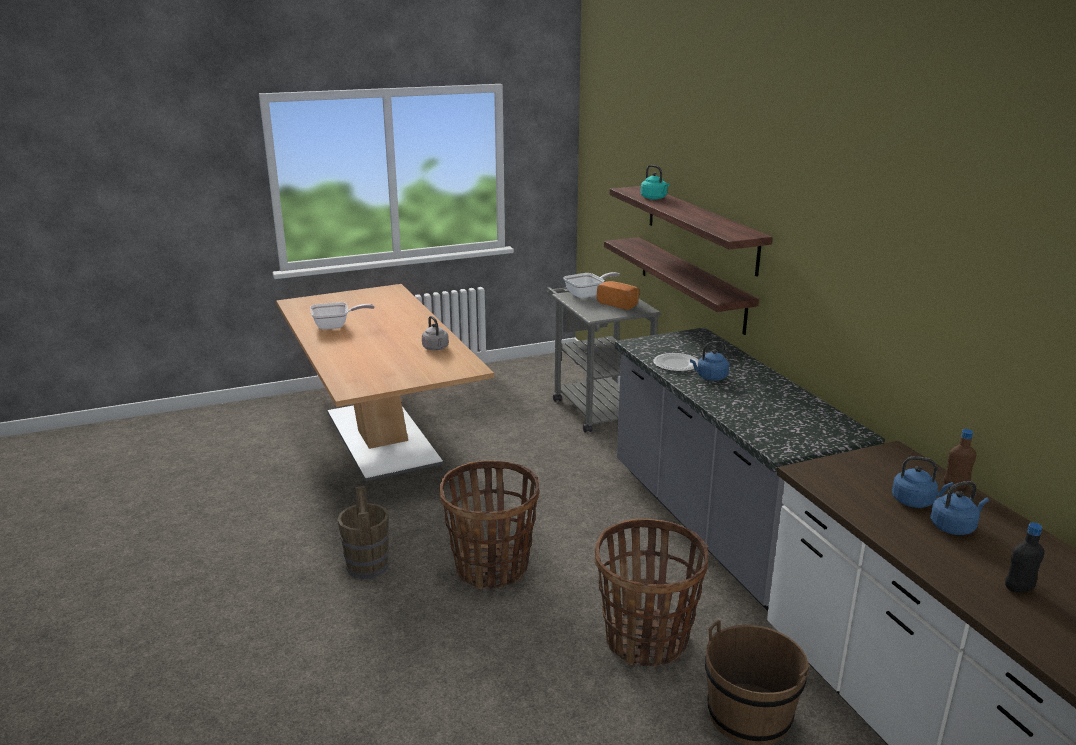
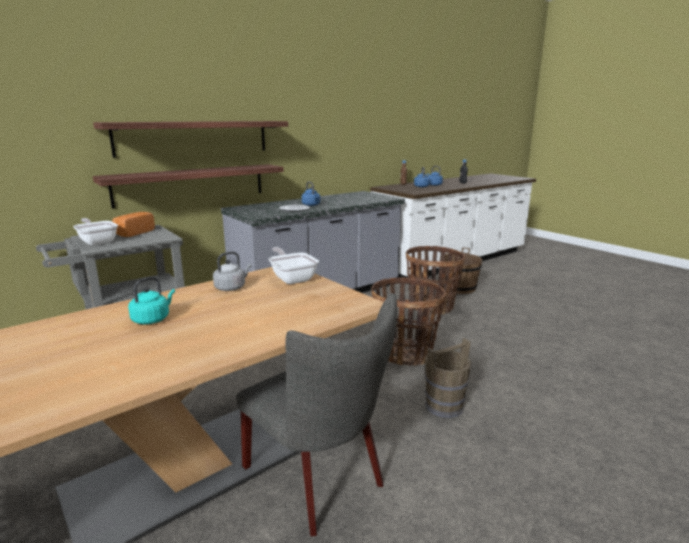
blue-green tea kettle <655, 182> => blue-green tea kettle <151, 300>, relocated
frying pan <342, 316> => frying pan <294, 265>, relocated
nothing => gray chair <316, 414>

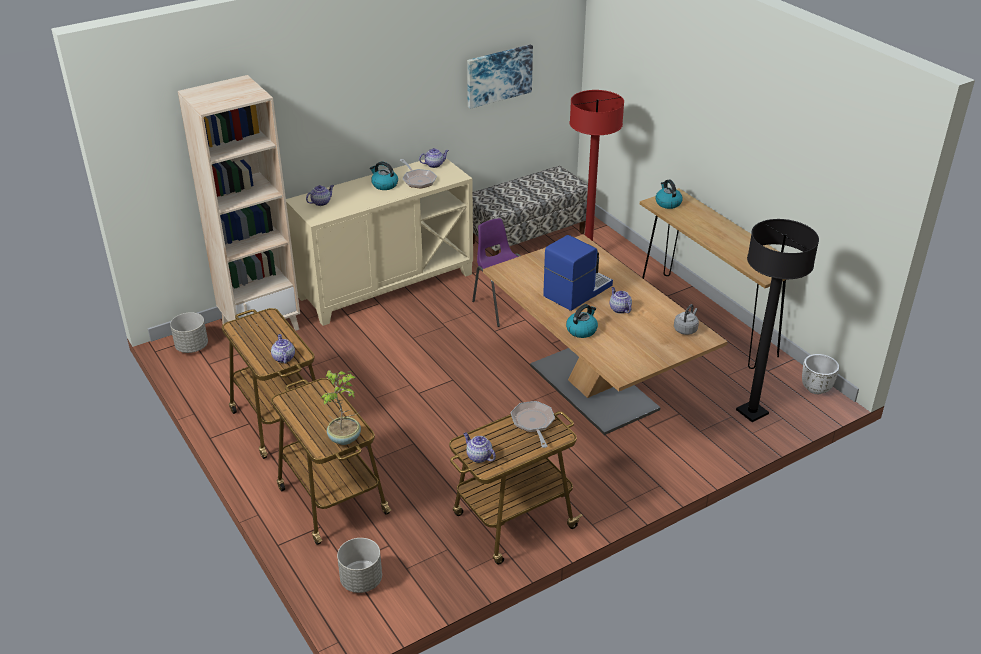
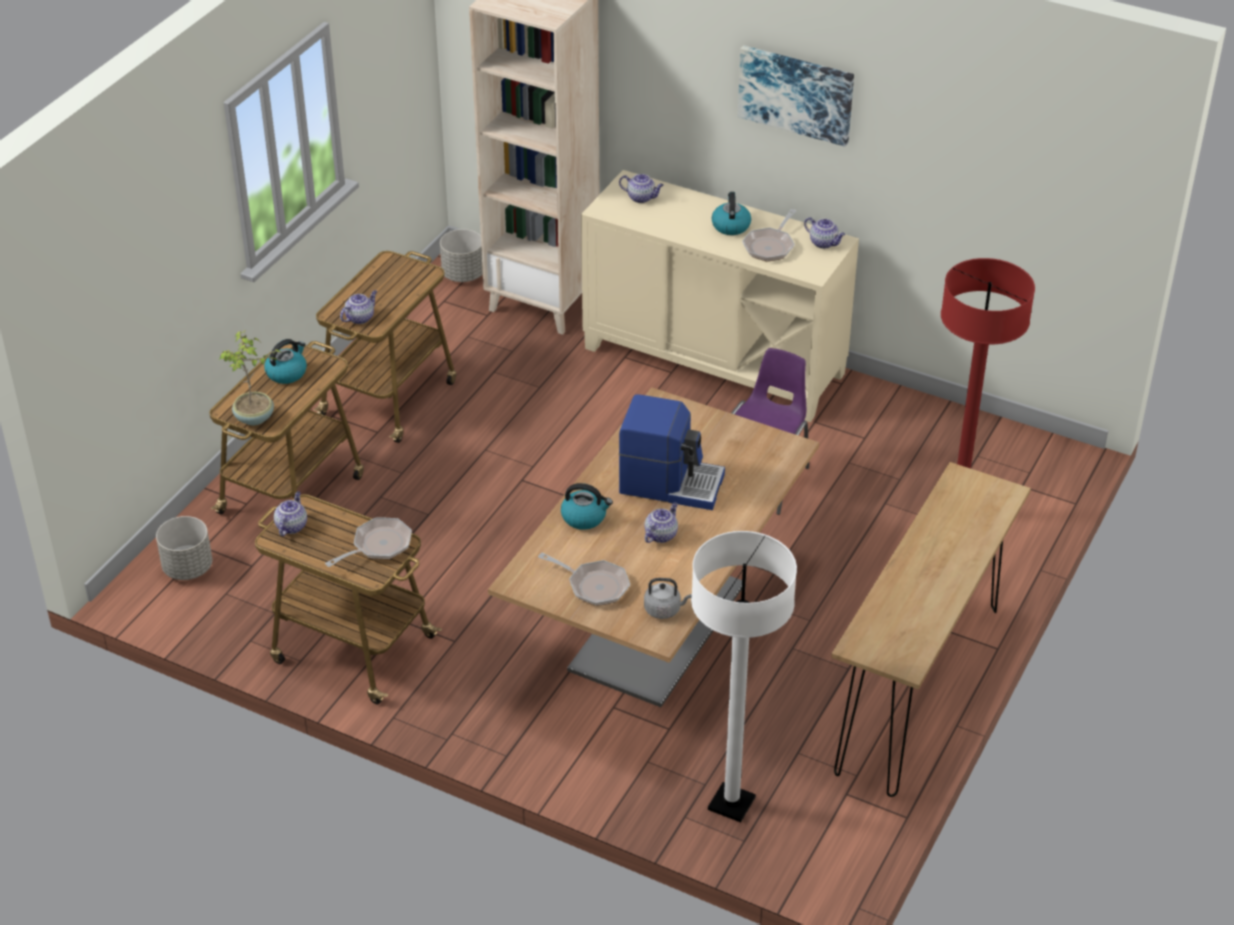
wall art <500, 77> => wall art <796, 96>, relocated
indoor bench <530, 211> => nothing
tea kettle <669, 194> => tea kettle <285, 361>, relocated
black standing lamp <777, 320> => whitish standing lamp <744, 676>
whitish planter <820, 374> => nothing
nothing => frying pan <584, 579>

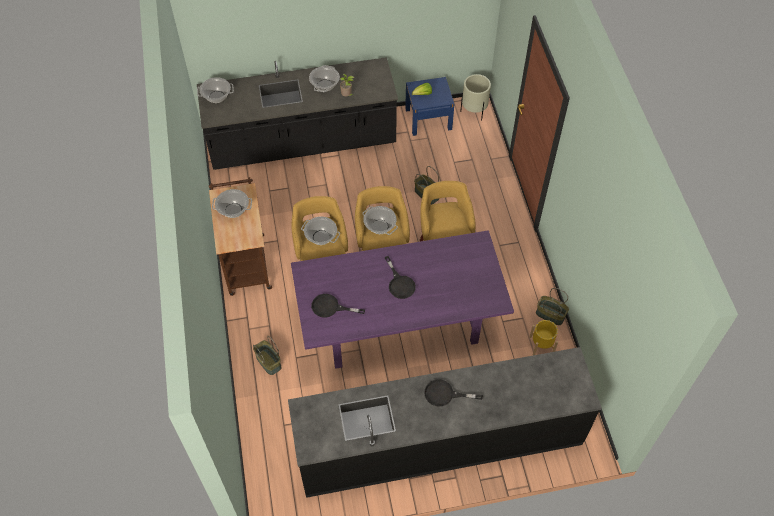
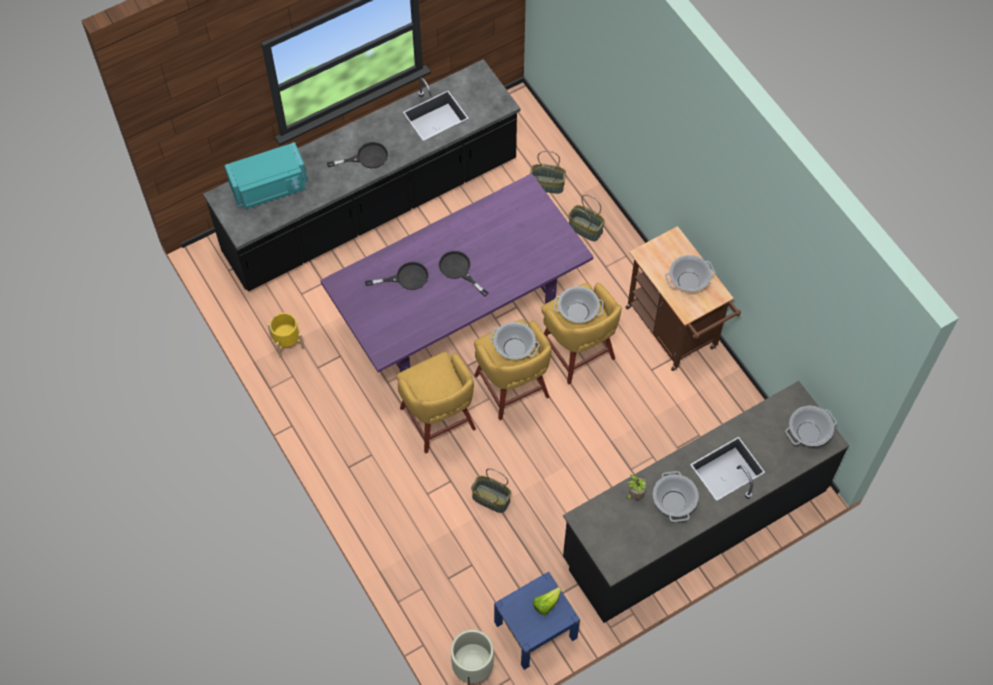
basket <552, 306> => basket <548, 172>, relocated
black frying pan <338, 306> => black frying pan <397, 276>, relocated
nothing => blue-green microwave <266, 175>

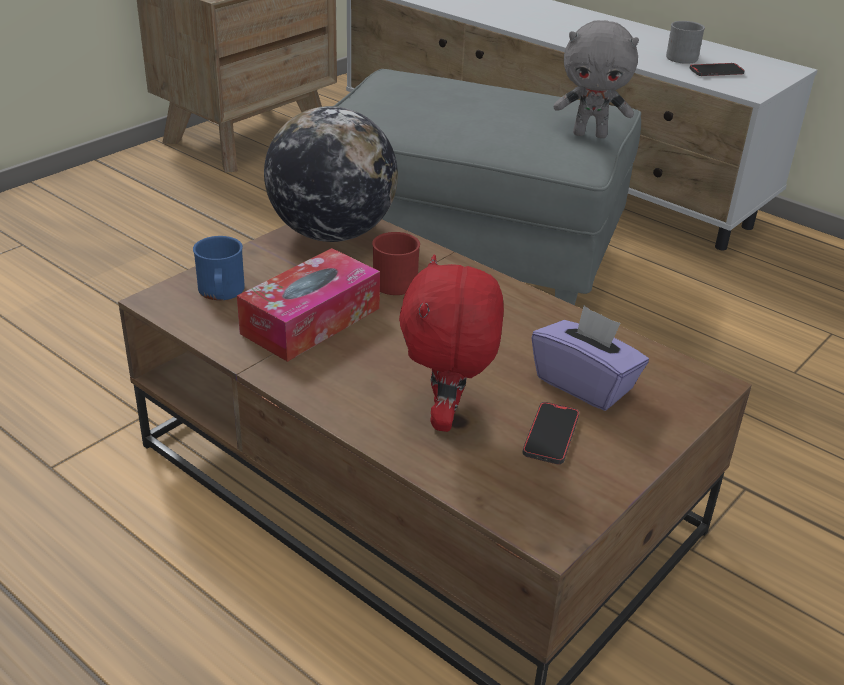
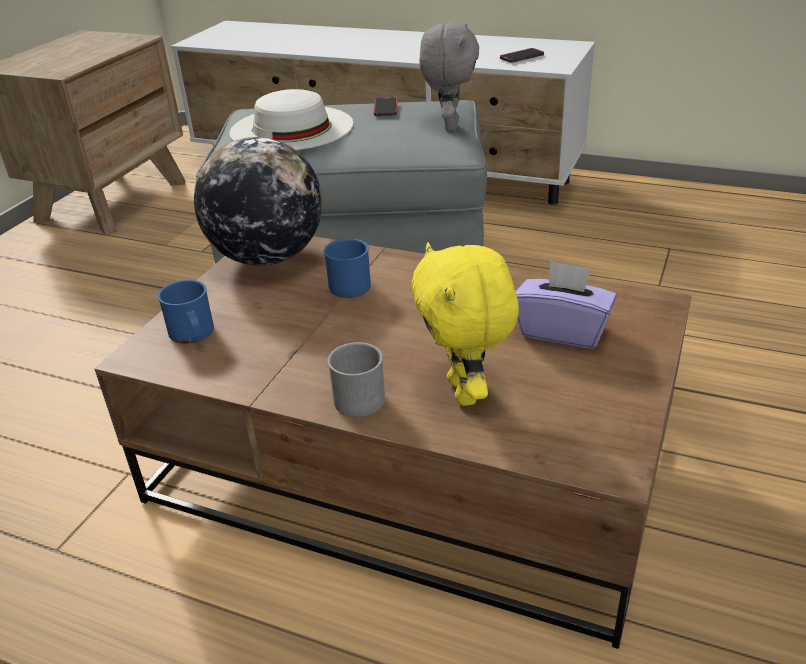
gray cuddly toy <596, 79> => gray cuddly toy <449, 77>, 75 degrees counterclockwise
gray tea mug <685, 42> => gray tea mug <356, 379>, relocated
red-coloured tea mug <396, 263> => blue tea mug <347, 268>
tissue holder <308, 305> => nothing
red-coloured cuddly toy <451, 343> => yellow cuddly toy <465, 324>
handset <551, 433> => handset <385, 106>, relocated
nothing => whitish hat <291, 119>

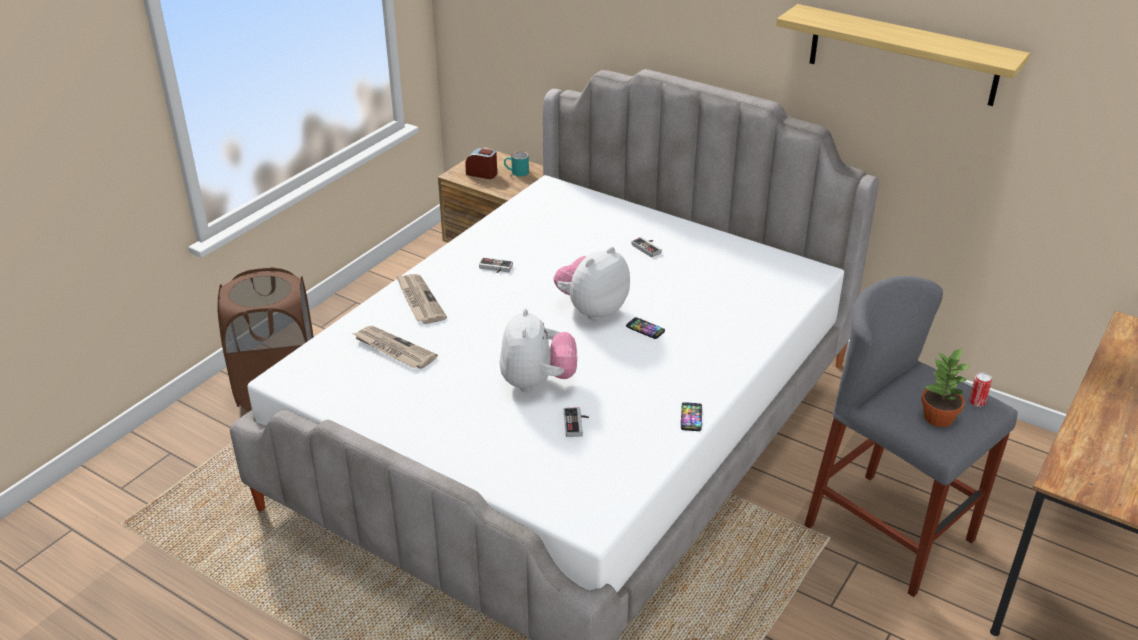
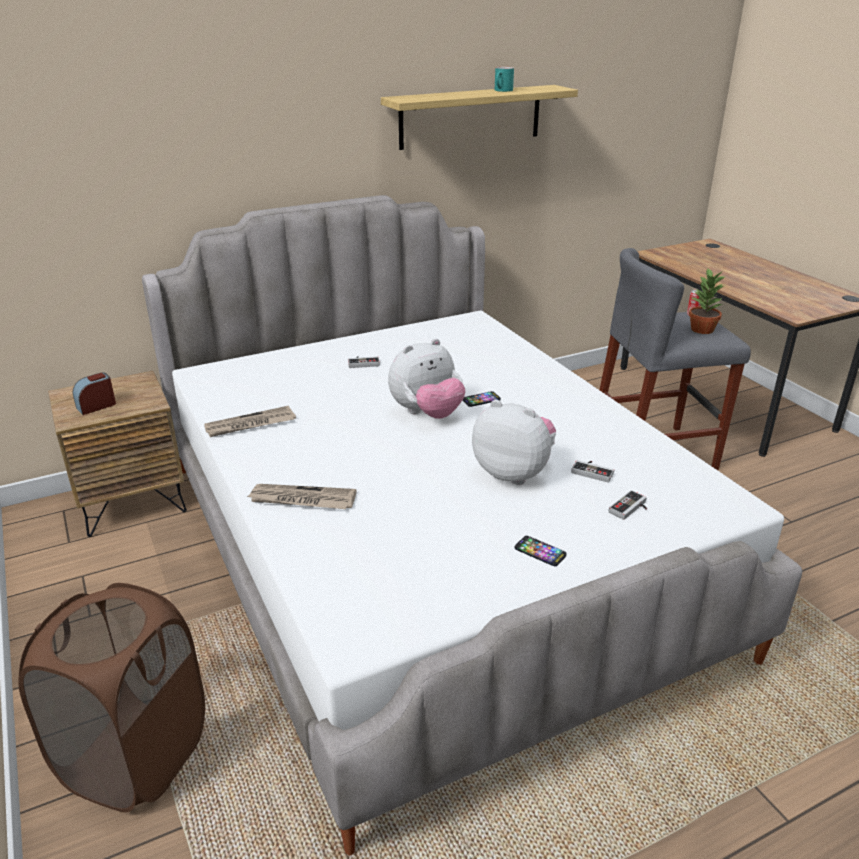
blue-green tea mug <516, 163> => blue-green tea mug <504, 79>, relocated
cuddly toy <591, 284> => cuddly toy <426, 379>, 105 degrees counterclockwise
joypad <496, 265> => joypad <628, 505>, relocated
printed paper <396, 347> => printed paper <250, 421>, relocated
handset <691, 416> => handset <541, 551>, relocated

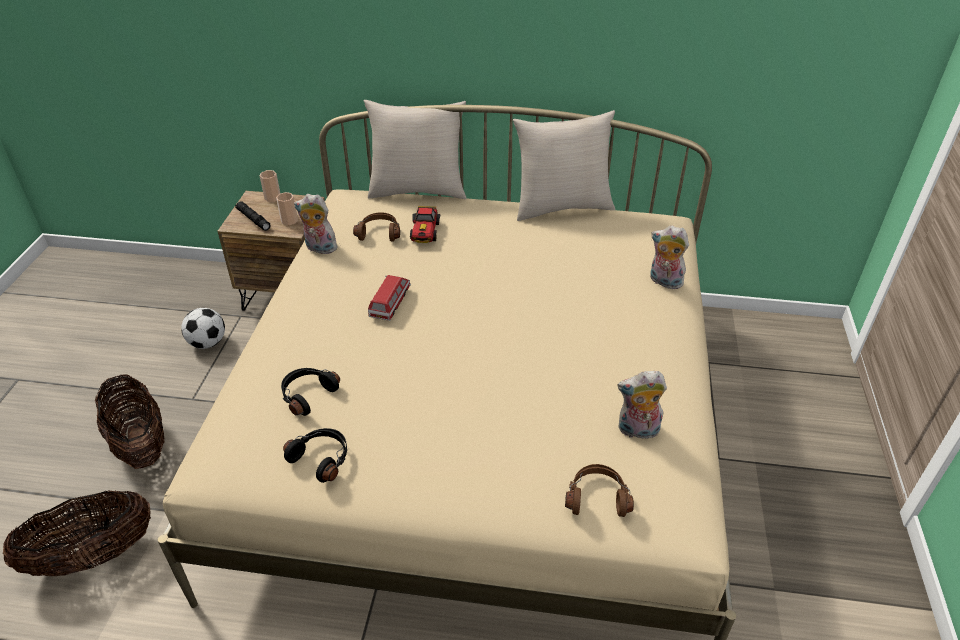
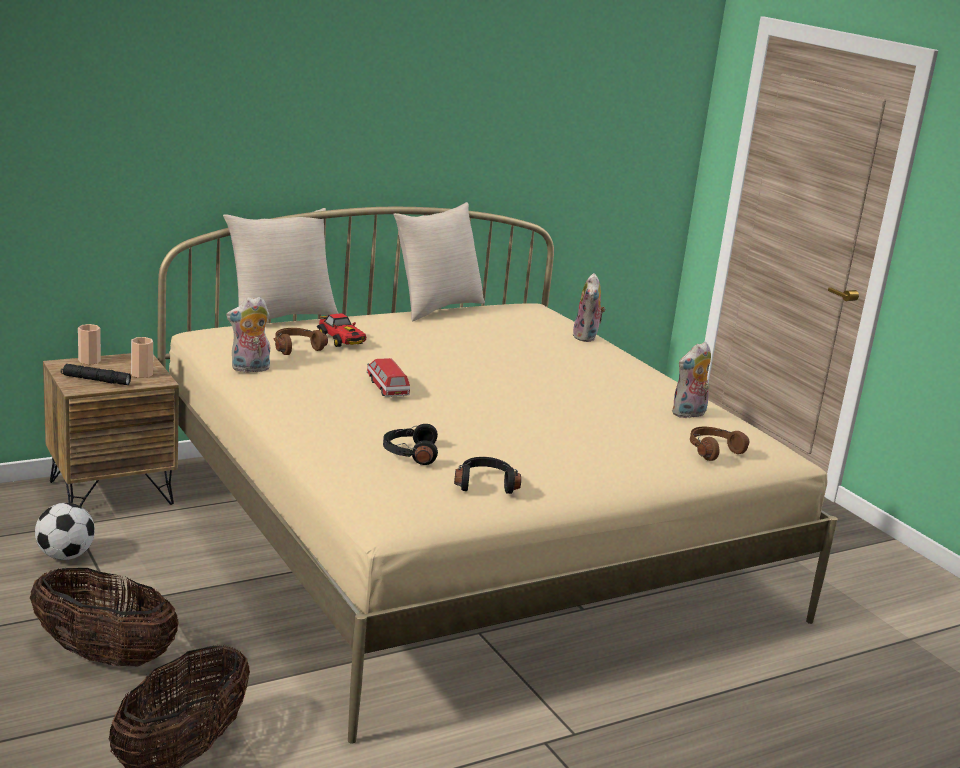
cuddly toy <669, 257> => cuddly toy <589, 307>, 75 degrees counterclockwise

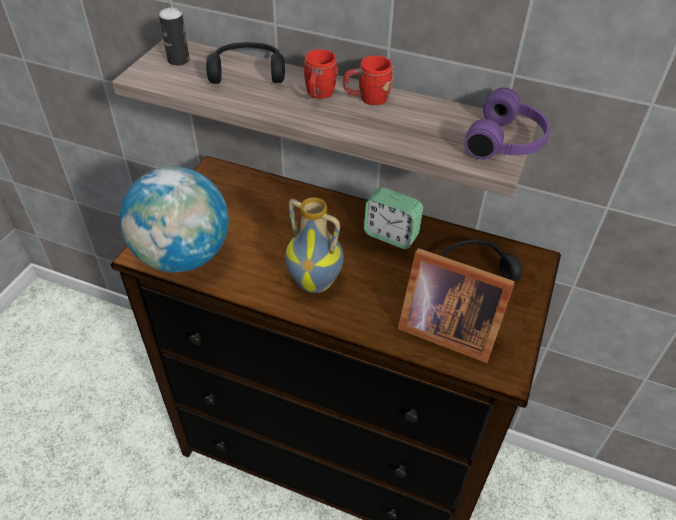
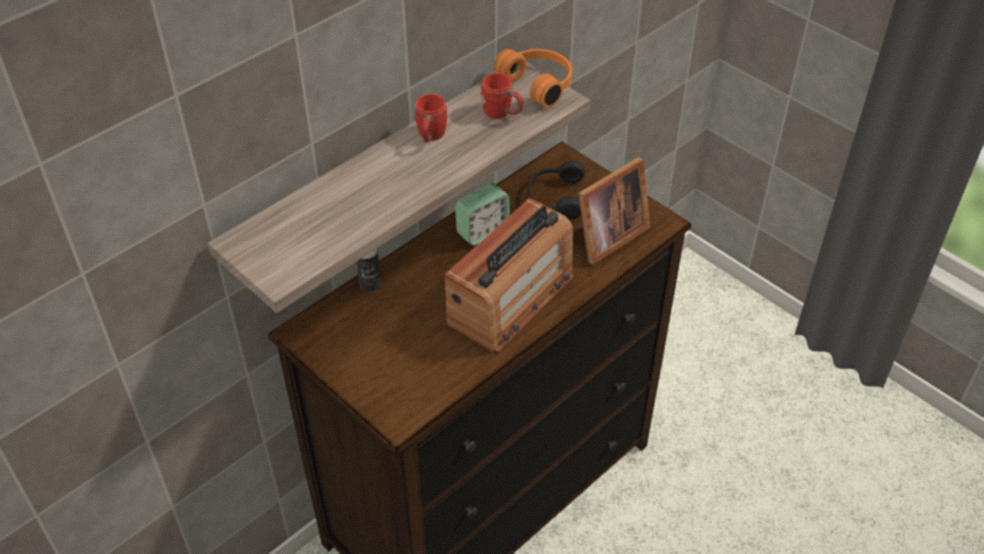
sealed can <174, 37> => sealed can <369, 270>, relocated
black headset <245, 63> => nothing
red-coloured tea mug <321, 74> => red-coloured tea mug <502, 96>, relocated
purple-coloured headset <507, 123> => orange headset <533, 78>
desk globe <174, 219> => nothing
decorative vase <314, 245> => radio <509, 275>

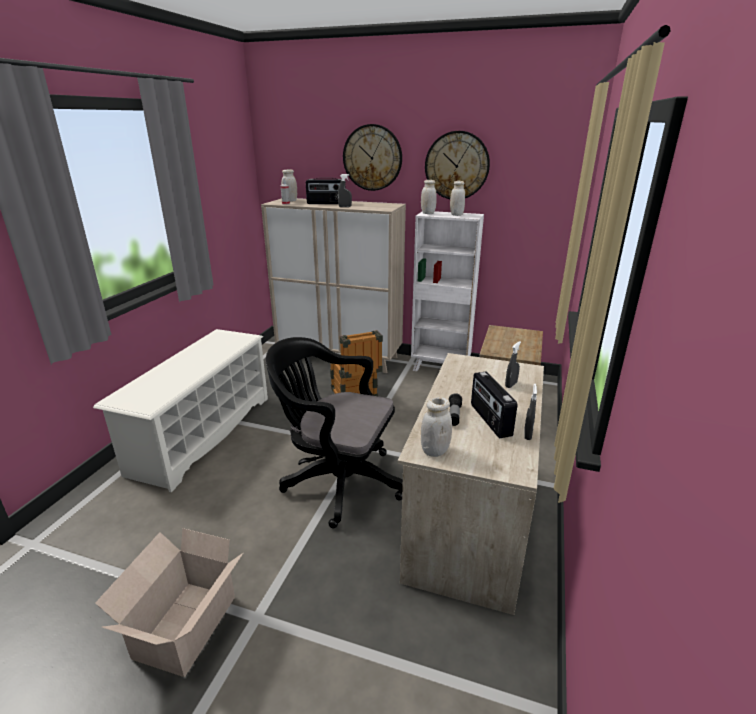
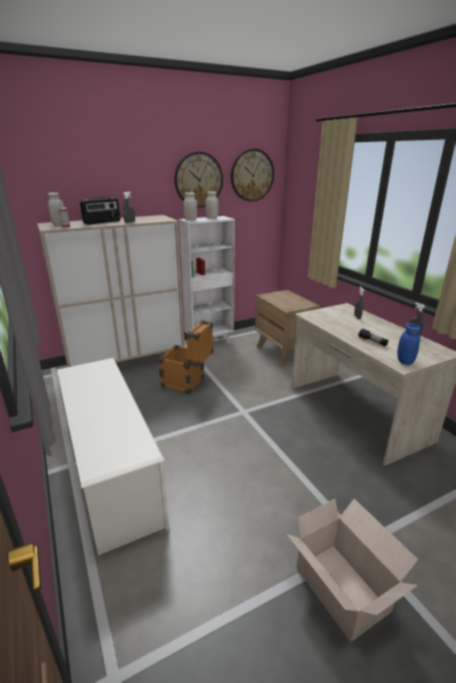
clock on the wall <372, 157> => clock on the wall <252, 175>, relocated
black desk chair <334, 432> => nothing
radio <494, 405> => nothing
whitish storage jar <436, 427> => blue storage jar <409, 344>

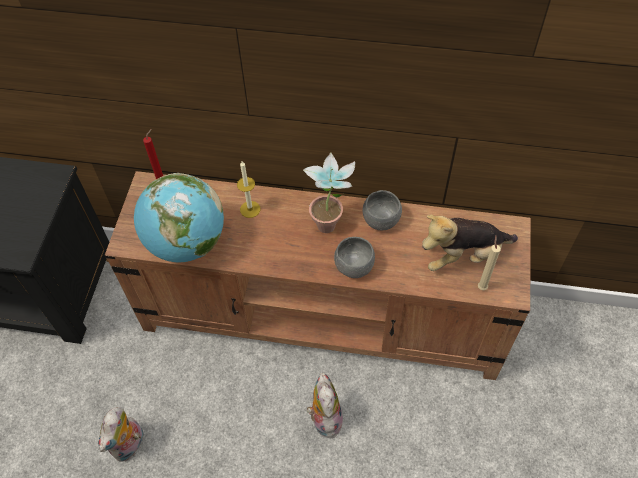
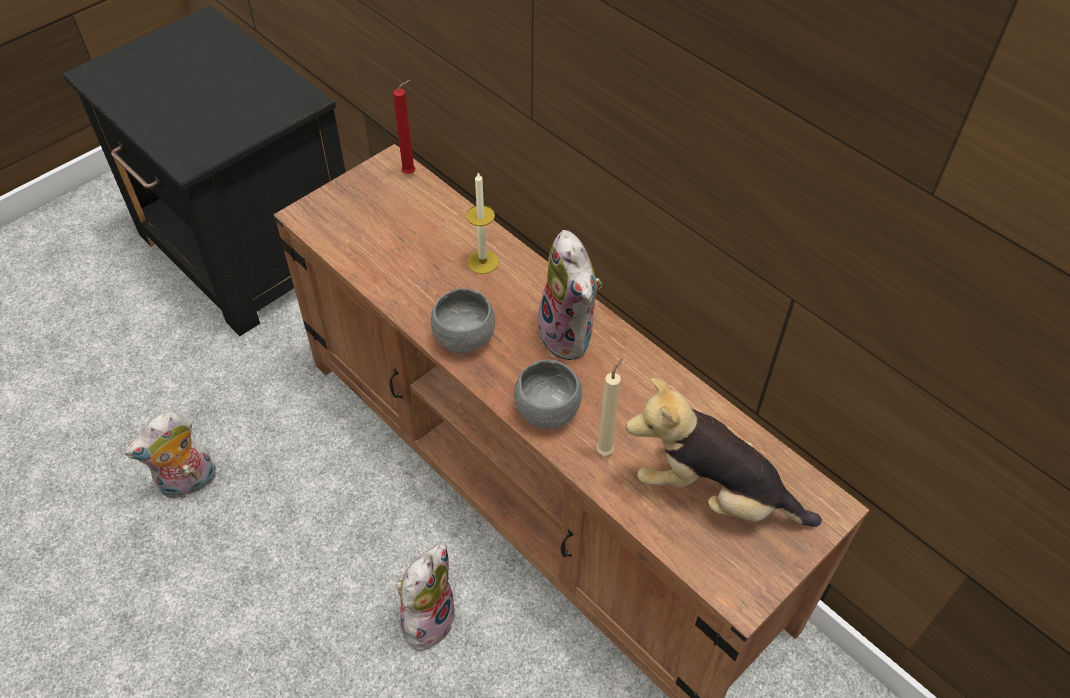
potted plant <329, 192> => cuddly toy <567, 295>
desk globe <179, 217> => nothing
gray deep dish <382, 210> => gray deep dish <463, 320>, relocated
sand-coloured wax light <489, 262> => sand-coloured wax light <609, 407>, relocated

